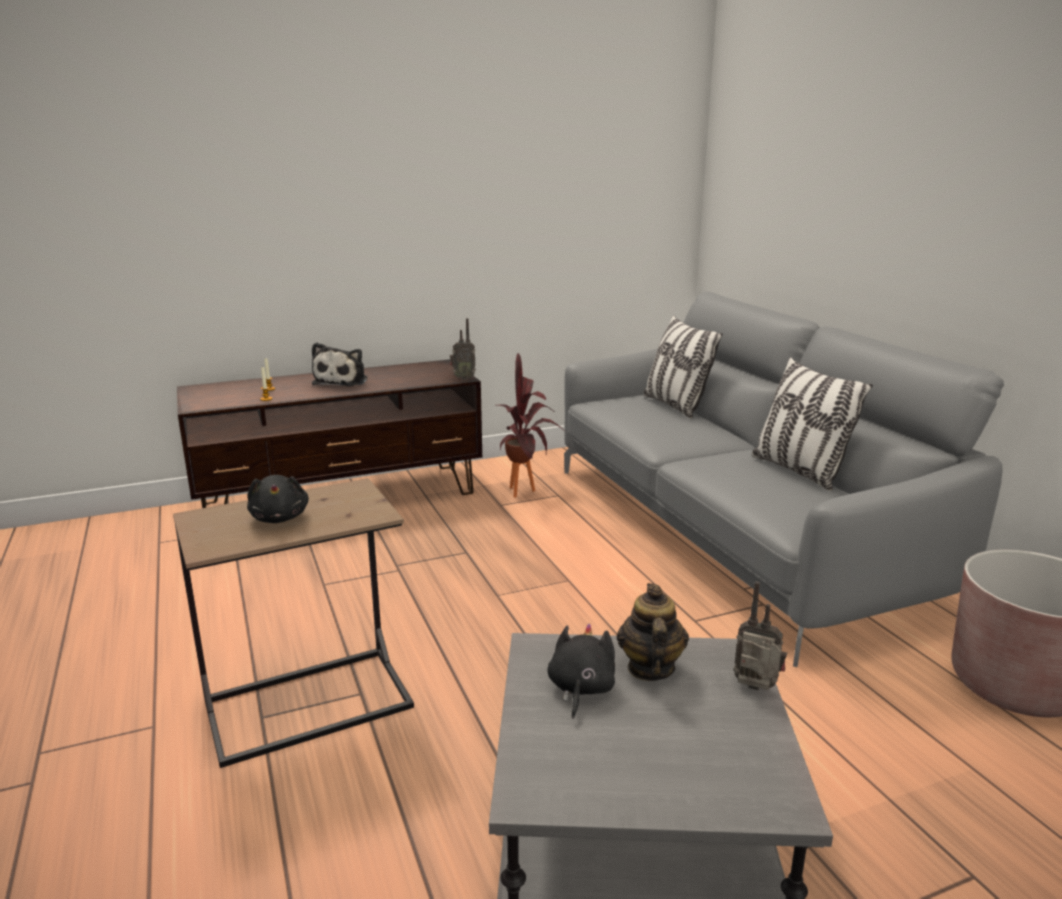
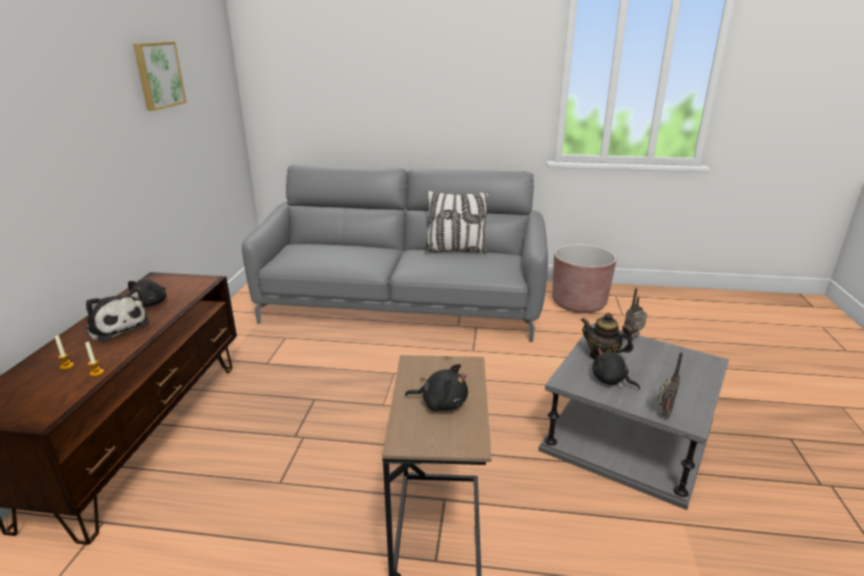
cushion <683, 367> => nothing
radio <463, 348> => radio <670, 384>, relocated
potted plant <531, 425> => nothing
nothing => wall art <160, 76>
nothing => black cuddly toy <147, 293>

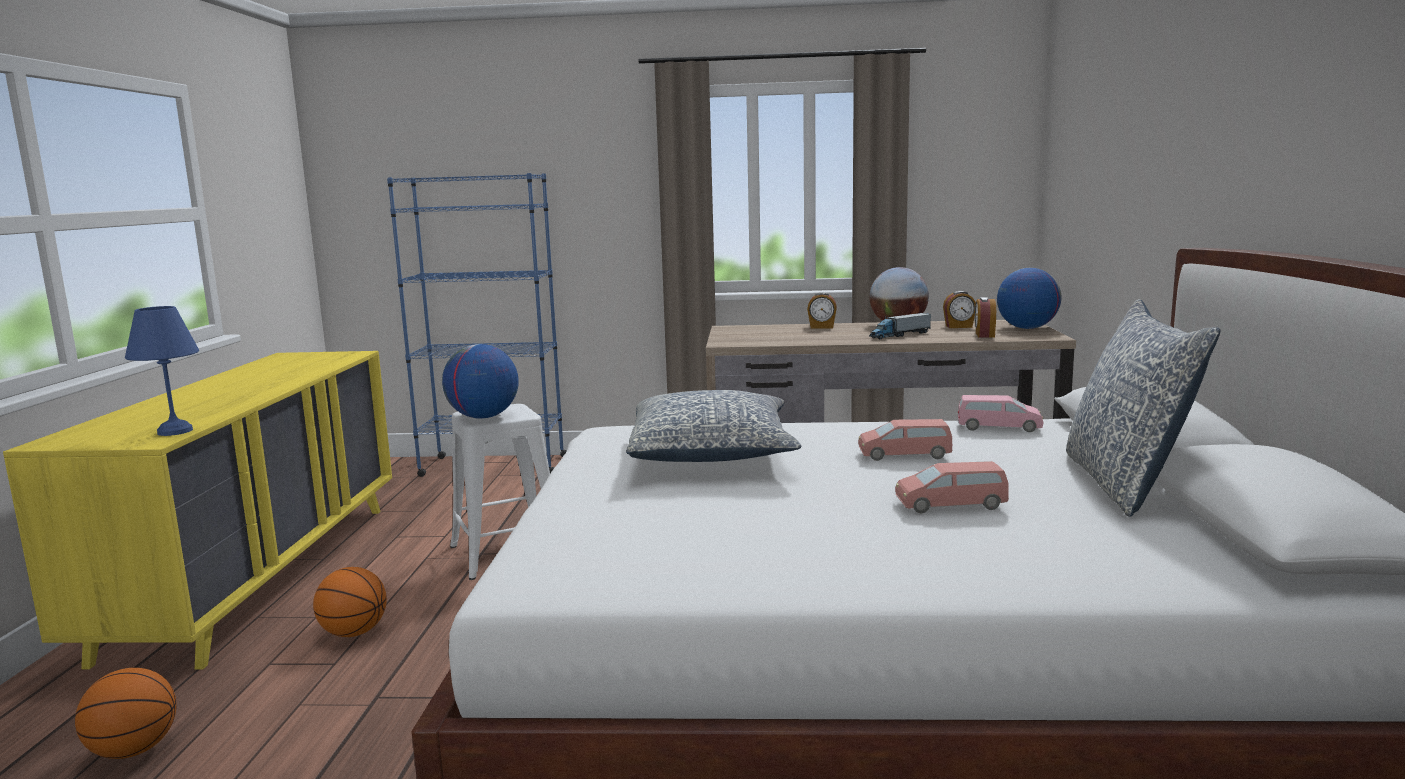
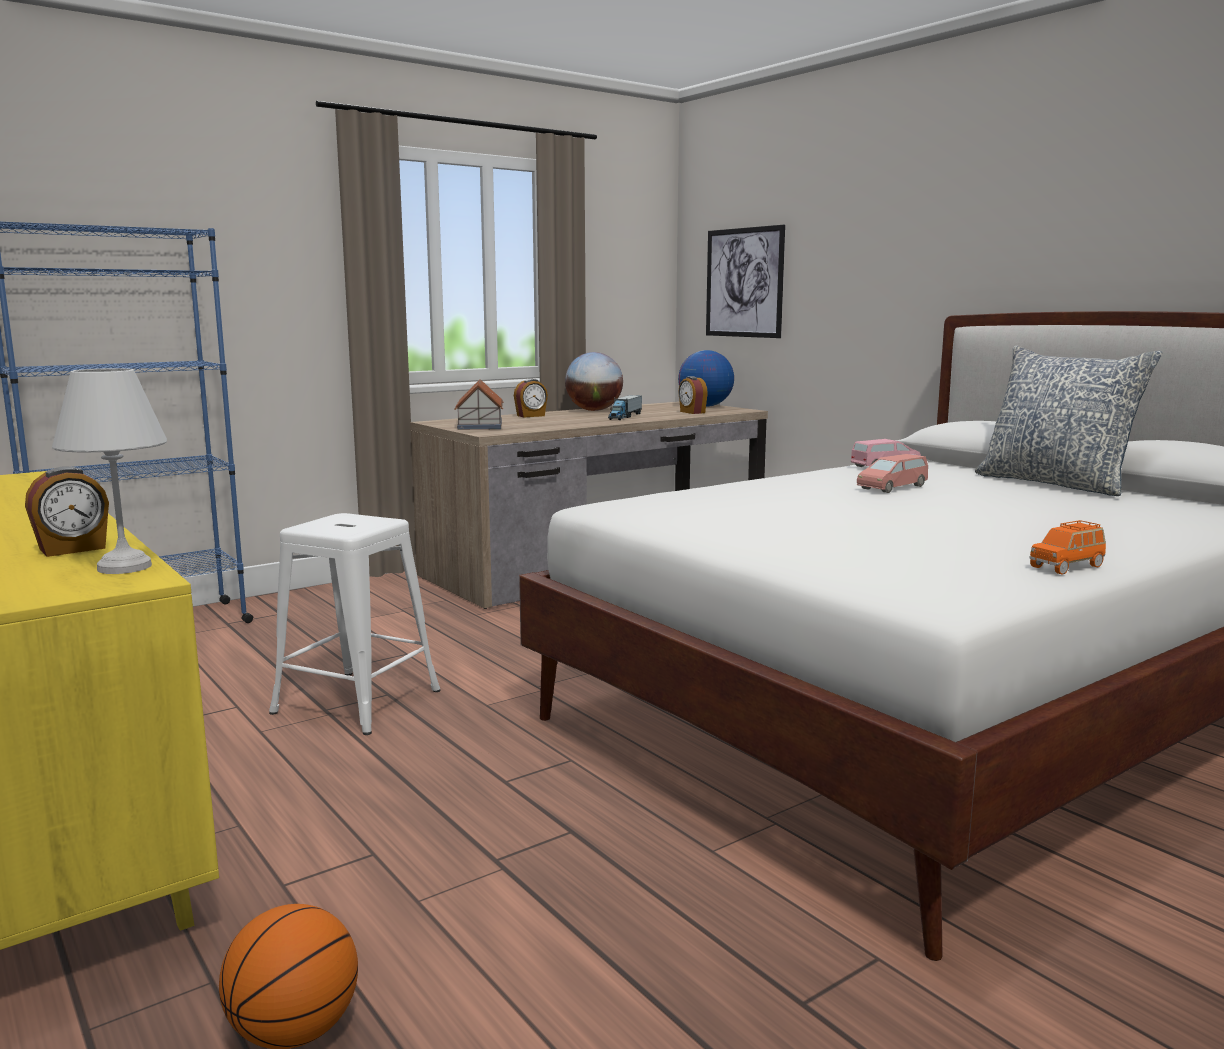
table clock <959, 309> => table clock <67, 512>, relocated
blue tabletop lamp <162, 371> => whitish tabletop lamp <109, 471>
desk globe <480, 381> => nothing
cushion <713, 426> => nothing
pink-coloured miniature car <952, 487> => nothing
basketball ball <350, 602> => nothing
nothing => wall art <745, 281>
nothing => model house <479, 404>
nothing => orange miniature car <1067, 547>

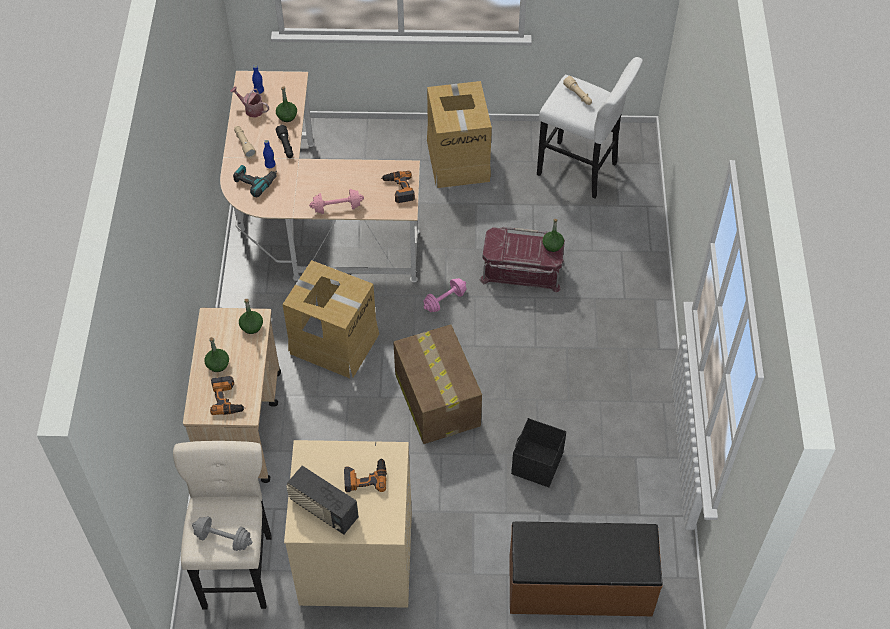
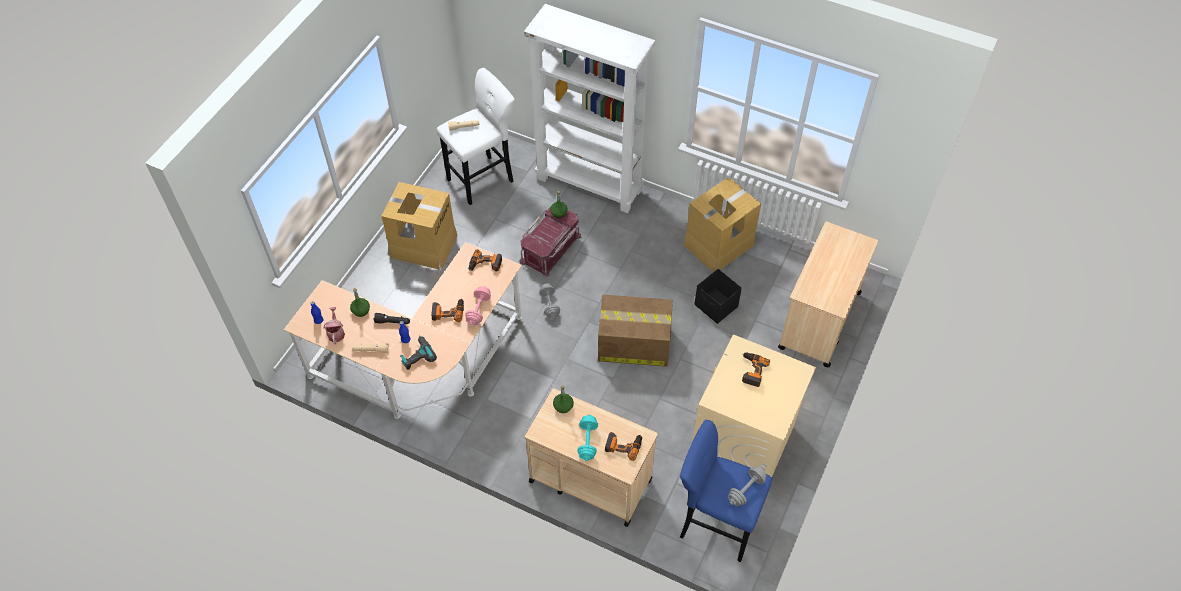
watering pot <249, 102> => watering pot <334, 325>, 120 degrees clockwise
packing box <330, 319> => packing box <722, 225>, relocated
pink-coloured hand weight <445, 295> => gray hand weight <549, 301>
green-coloured drink bottle <216, 354> => blue-green hand weight <587, 438>
sand-coloured stool <222, 525> => blue stool <726, 491>
radio <323, 499> => nothing
brownish indoor bench <586, 569> => sand-coloured trolley <828, 294>
nothing => whitish bookcase <589, 108>
nothing => drill <447, 310>

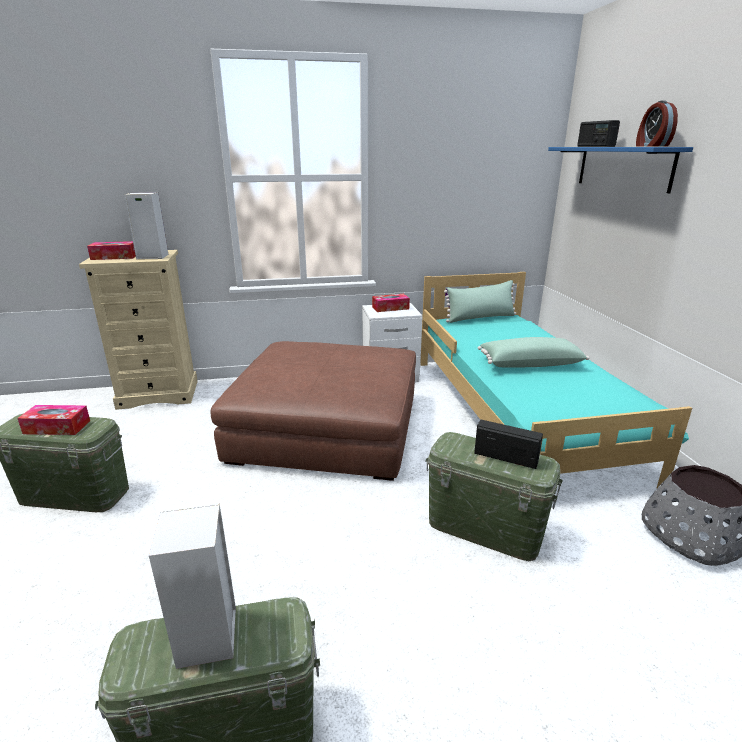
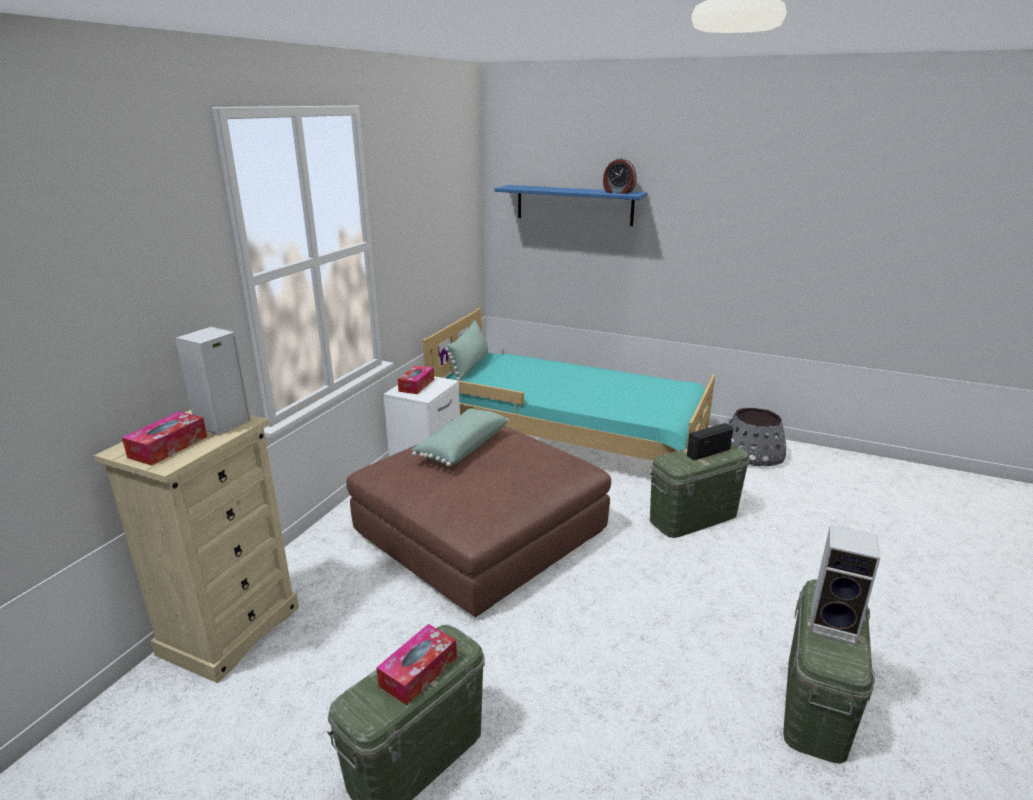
radio <598, 133> => nothing
green-coloured cushion <533, 352> => green-coloured cushion <460, 437>, relocated

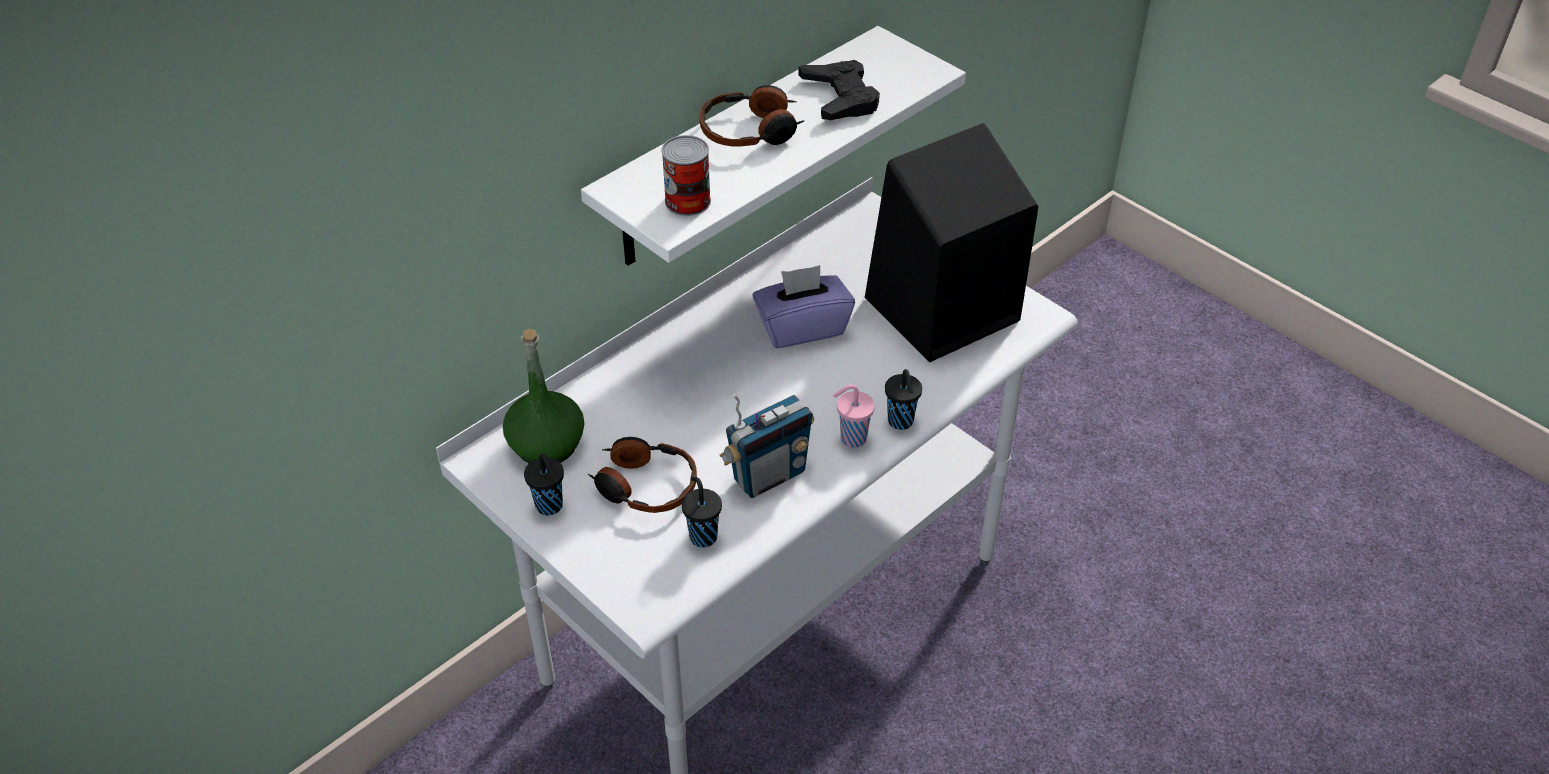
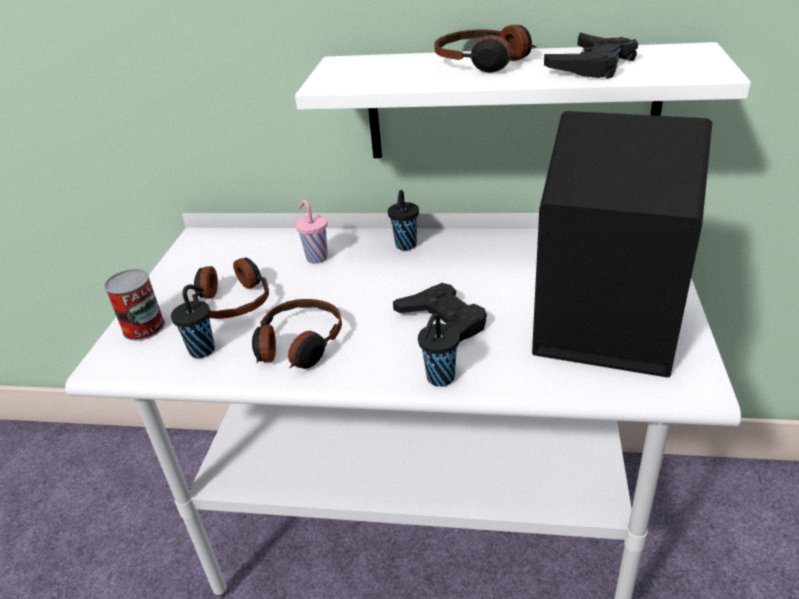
sealed can <686, 175> => sealed can <134, 305>, relocated
purple-coloured tissue holder <803, 306> => nothing
green-coloured drink bottle <543, 396> => nothing
pink-coloured cup <854, 416> => pink-coloured cup <311, 232>, relocated
radio <767, 445> => headset <297, 334>
black cup <544, 484> => black cup <403, 220>, relocated
nothing => black joypad <440, 312>

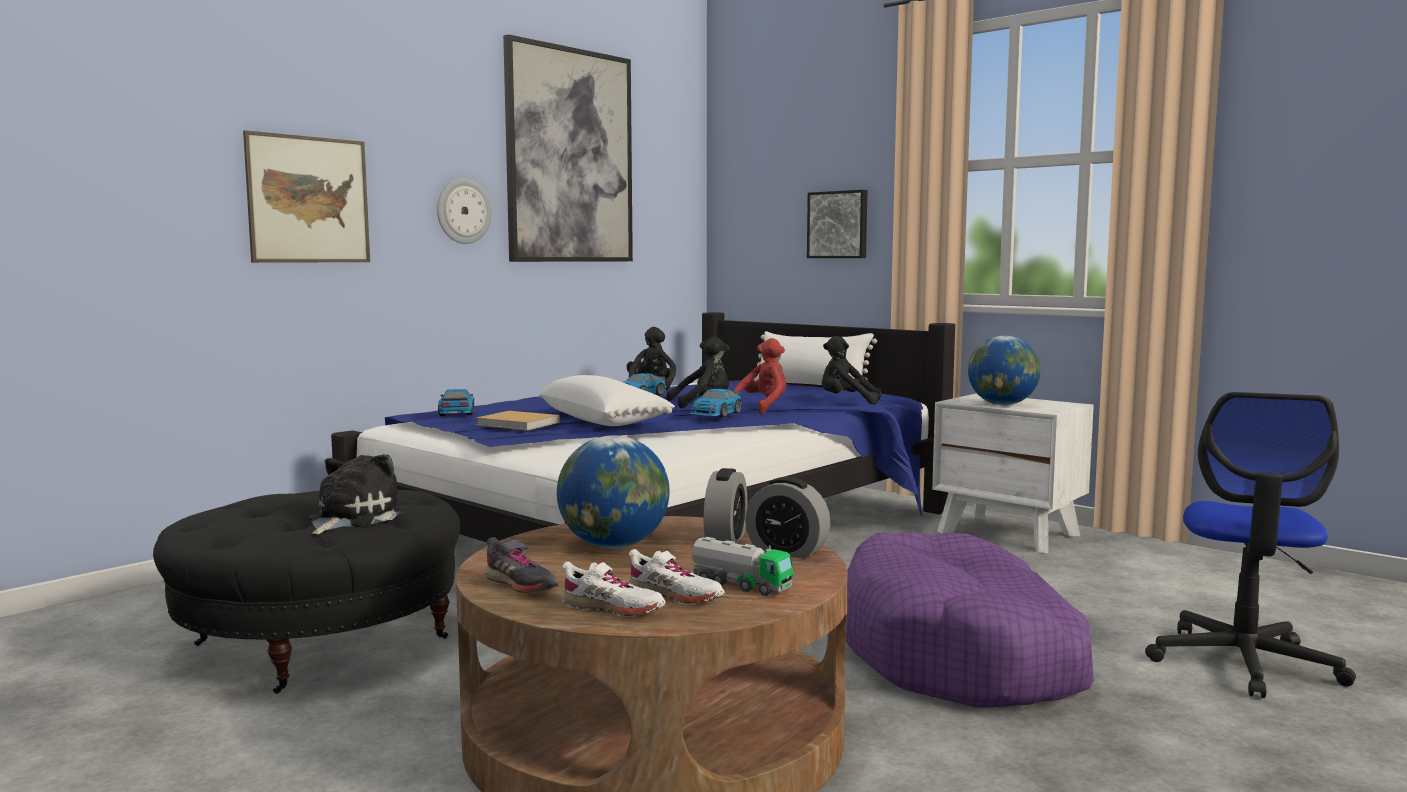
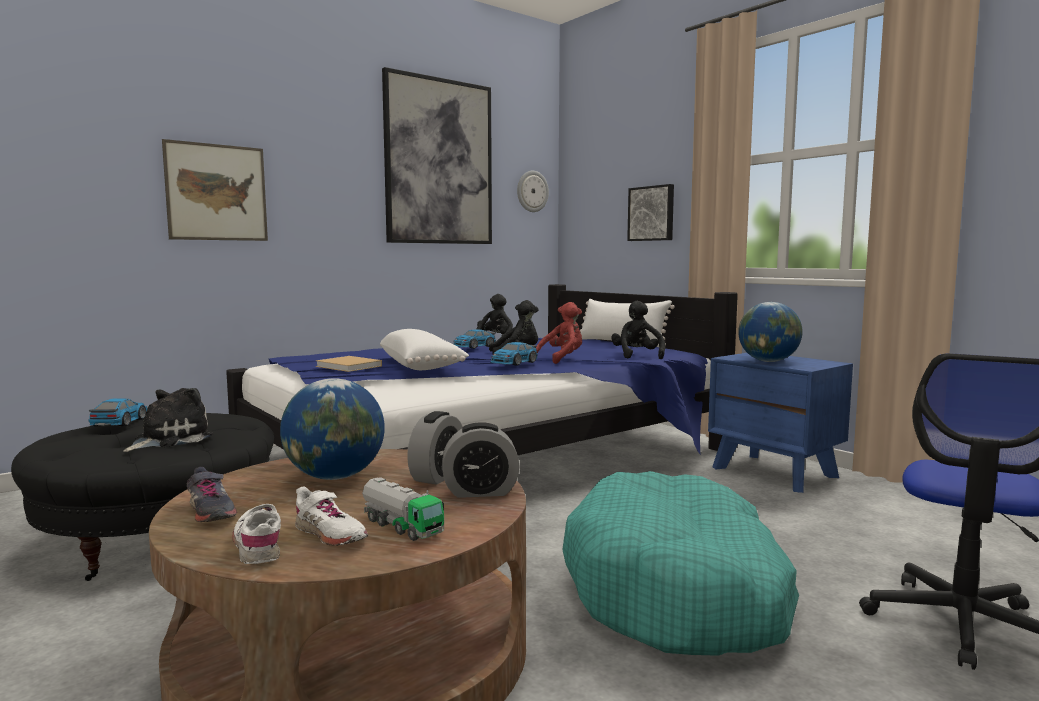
clock on the wall <464, 211> => clock on the wall <533, 191>, relocated
black cuddly toy <851, 370> => black cuddly toy <638, 330>, 60 degrees clockwise
miniature car <456, 402> => miniature car <117, 412>, relocated
whitish night table <1013, 473> => blue night table <780, 423>
table clock <788, 518> => table clock <481, 460>, 45 degrees counterclockwise
purple-coloured pet bed <970, 619> => blue-green pet bed <680, 563>
whitish item of footwear <614, 588> => whitish item of footwear <256, 534>, 150 degrees counterclockwise

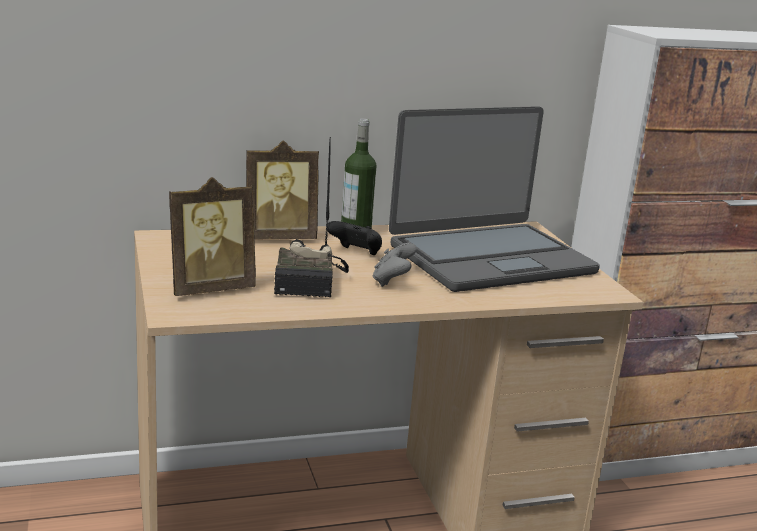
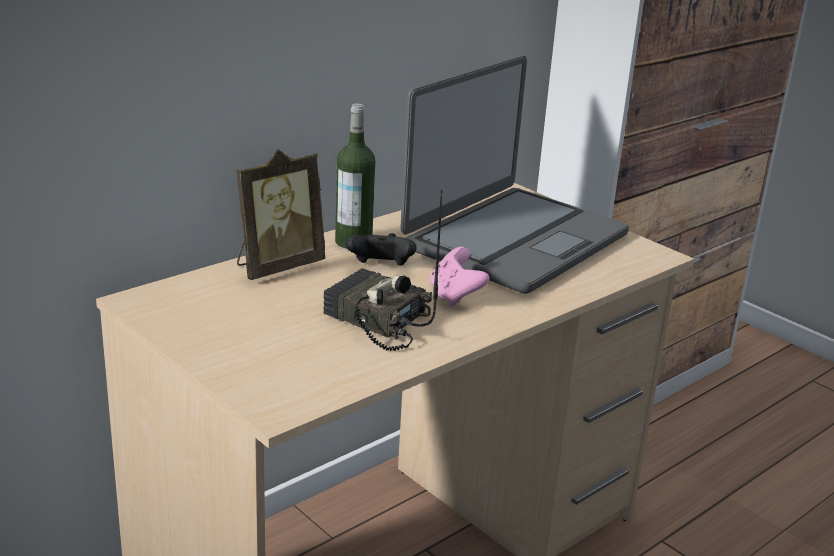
radio <311, 217> => radio <382, 270>, 150 degrees clockwise
standing frame <212, 236> => nothing
gray joypad <395, 265> => pink-coloured joypad <459, 277>

